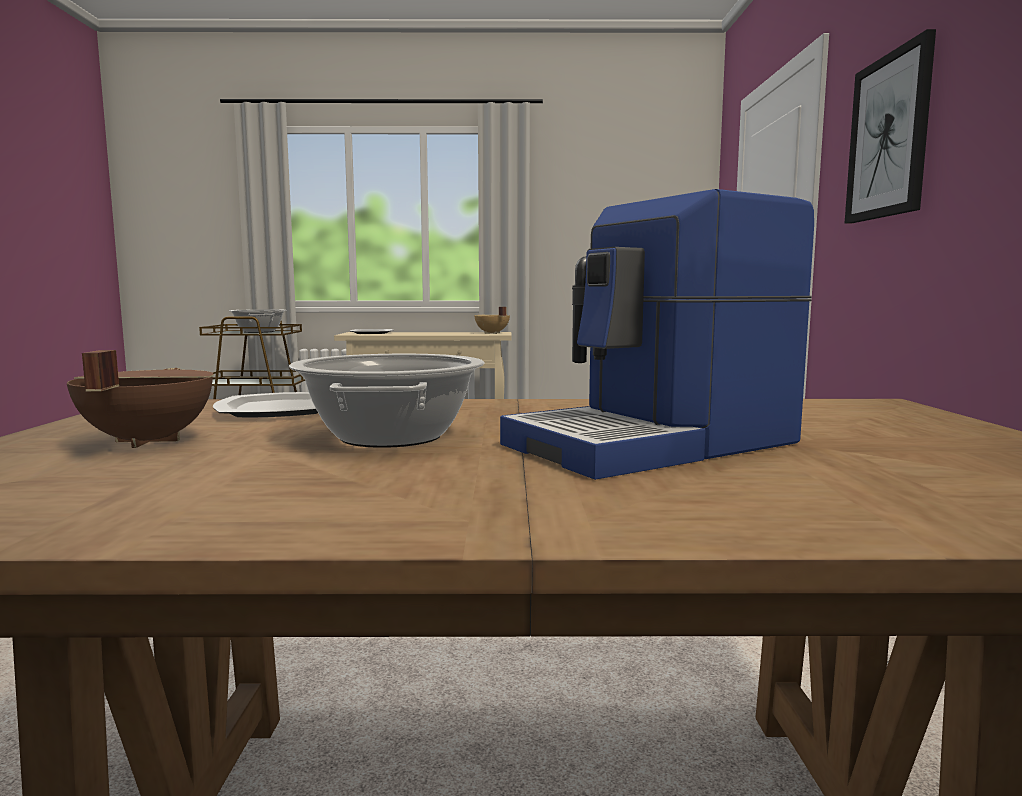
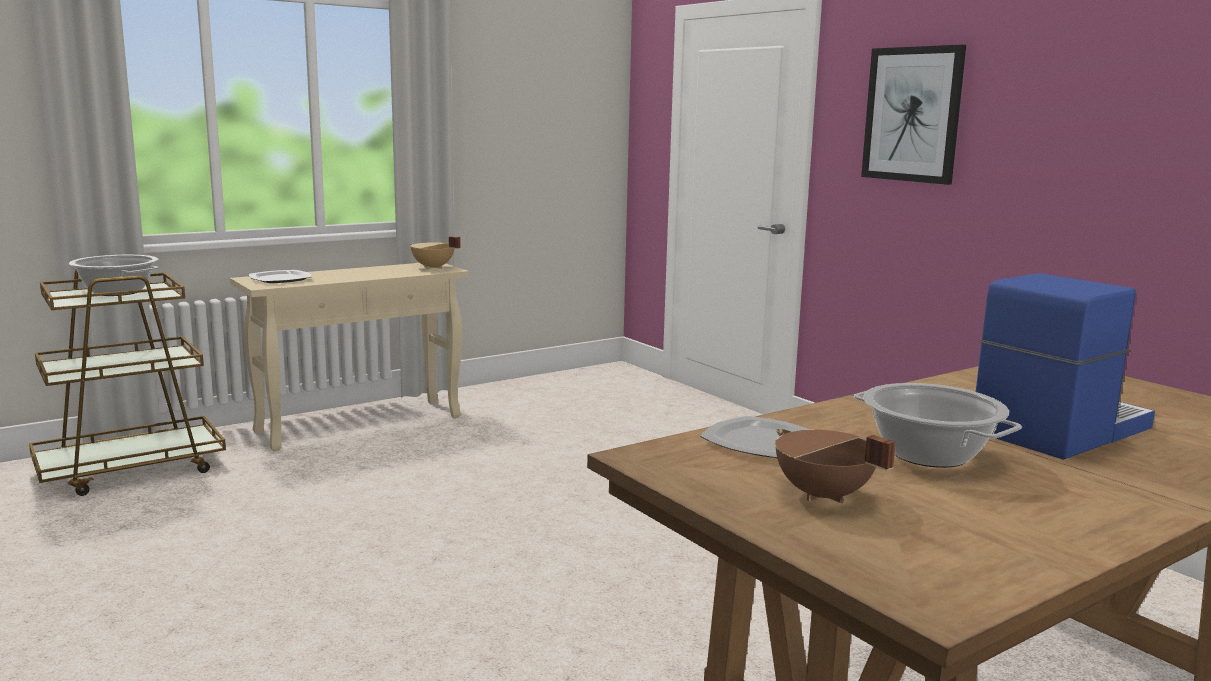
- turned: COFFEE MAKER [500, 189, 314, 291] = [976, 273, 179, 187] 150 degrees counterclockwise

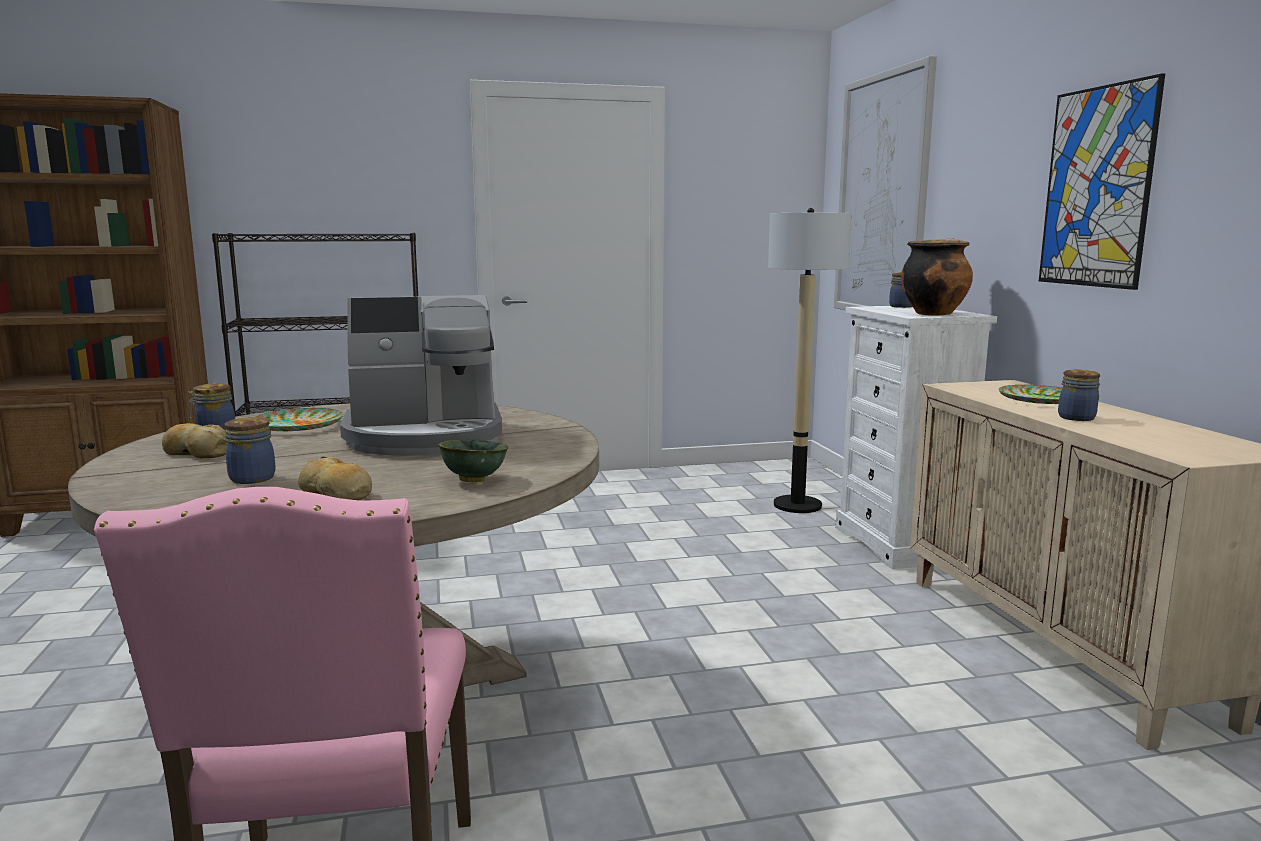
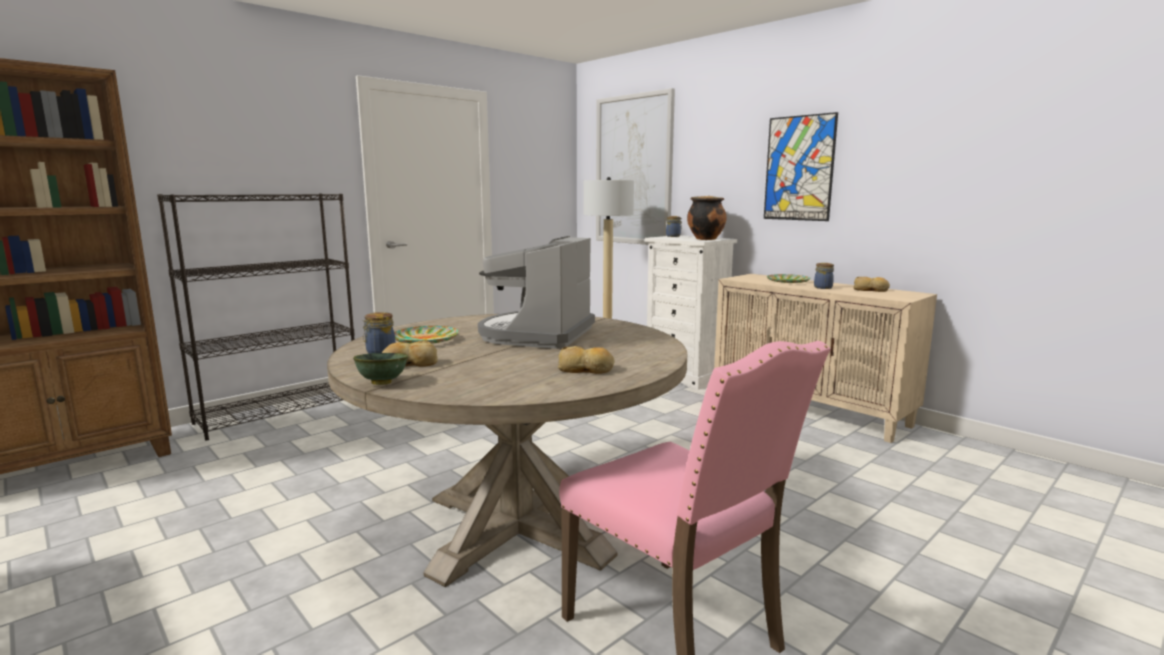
- removed: PRESERVE JAR [224, 417, 52, 67]
- turned: COFFEE MAKER [340, 295, 162, 161] = [478, 236, 117, 113] 150 degrees clockwise
- moved: GREEN-COLOURED SERVING BOWL [439, 440, 69, 42] to [353, 353, 55, 32]
- added: BREAD [853, 277, 37, 15]

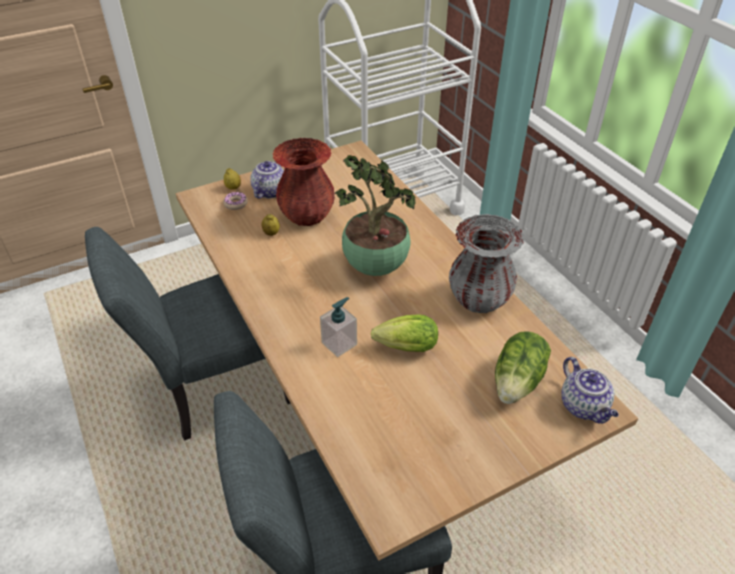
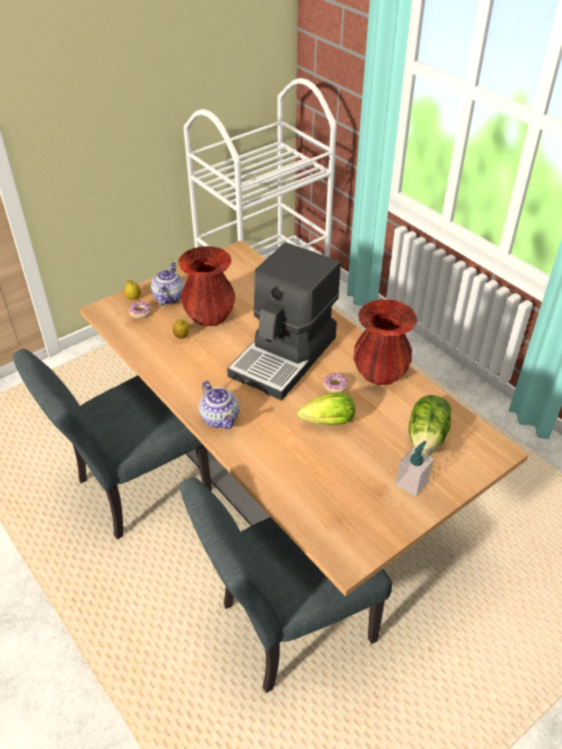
- moved: LIQUID SOAP BOTTLE [320, 297, 37, 60] to [396, 441, 38, 56]
- replaced: POTTED PLANT [335, 155, 82, 121] to COFFEE MAKER [227, 242, 114, 159]
- recoloured: GREYISH DECORATIVE VASE [449, 214, 75, 99] to RED-COLOURED DECORATIVE VASE [353, 299, 64, 86]
- moved: TEAPOT [561, 357, 57, 67] to [199, 381, 40, 48]
- added: RING DOUGHNUT [323, 373, 25, 20]

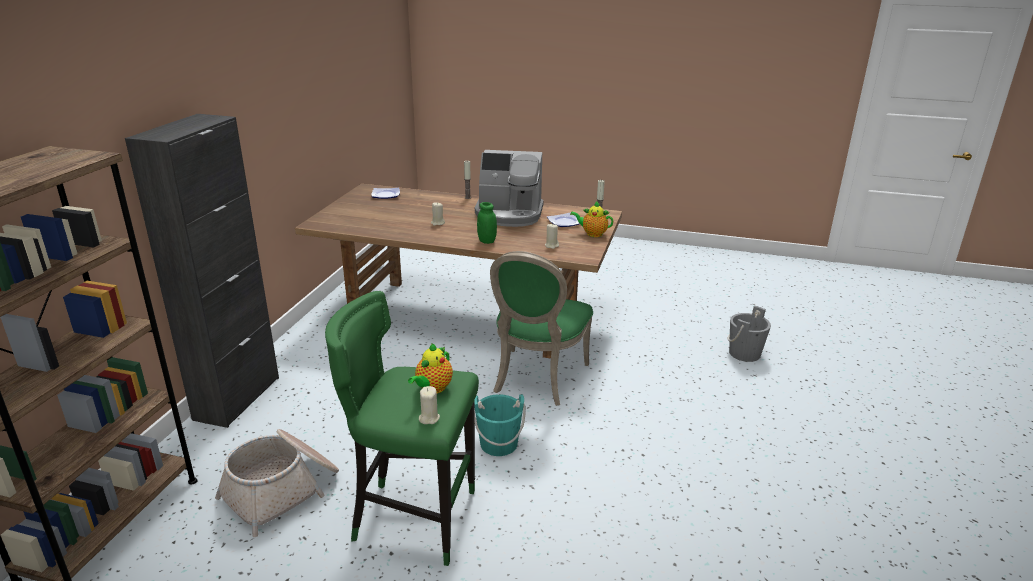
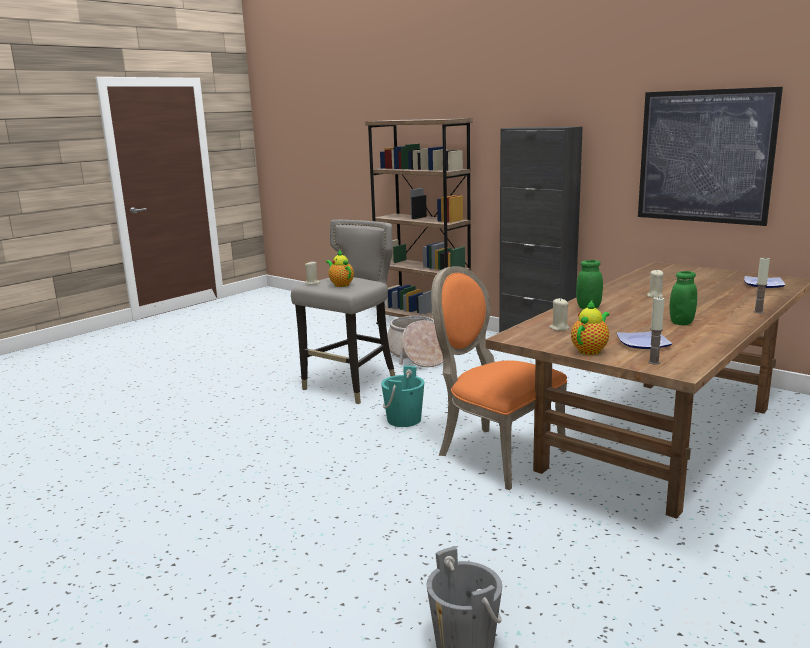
- recoloured: GREEN-COLOURED STOOL [325, 291, 154, 275] to GREYISH STOOL [291, 219, 104, 185]
- replaced: COFFEE MAKER [475, 150, 69, 77] to GREEN-COLOURED PRESERVE JAR [669, 271, 28, 54]
- recoloured: GREEN-COLOURED UPRIGHT CHAIR [490, 251, 103, 155] to ORANGE UPRIGHT CHAIR [431, 266, 136, 224]
- added: WALL PICTURE [638, 87, 145, 139]

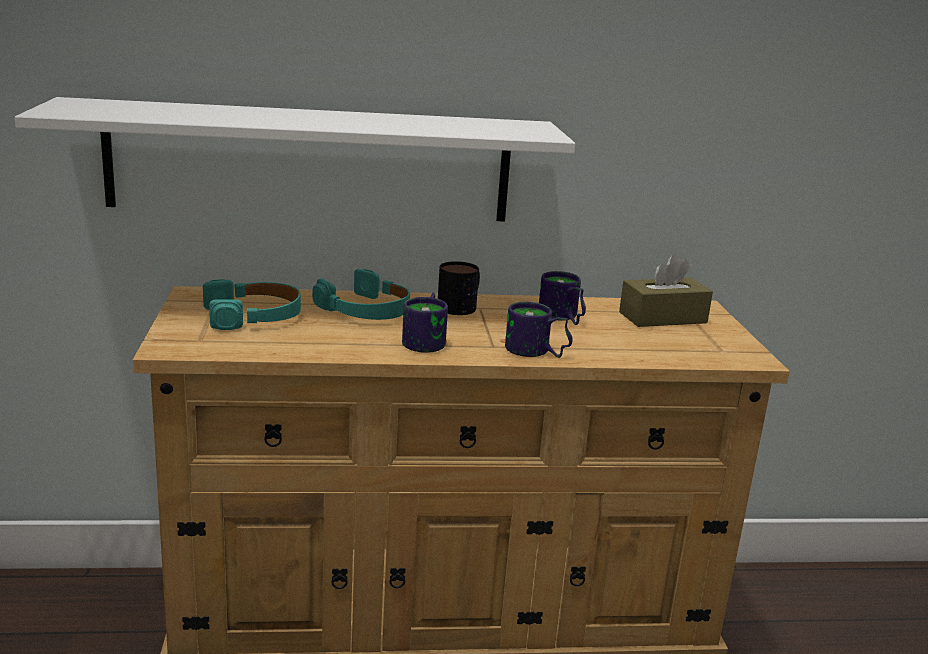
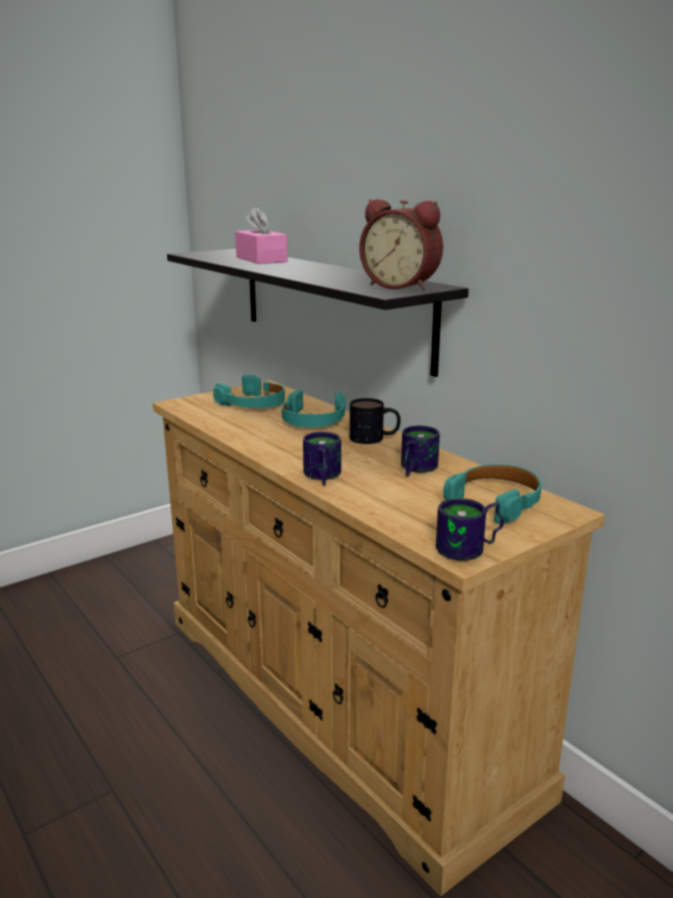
- recoloured: WHITE-COLOURED SHELF [15, 97, 560, 125] to BLACK SHELF [167, 249, 302, 128]
- moved: COFFEE MUG [402, 293, 46, 60] to [436, 498, 68, 63]
- replaced: BROWN-COLOURED BOX OF TISSUES [619, 254, 94, 73] to TURQUOISE-COLOURED HEADPHONES [443, 464, 99, 60]
- added: PINKISH BOX OF TISSUES [235, 206, 53, 58]
- added: BEDSIDE CLOCK [359, 199, 84, 91]

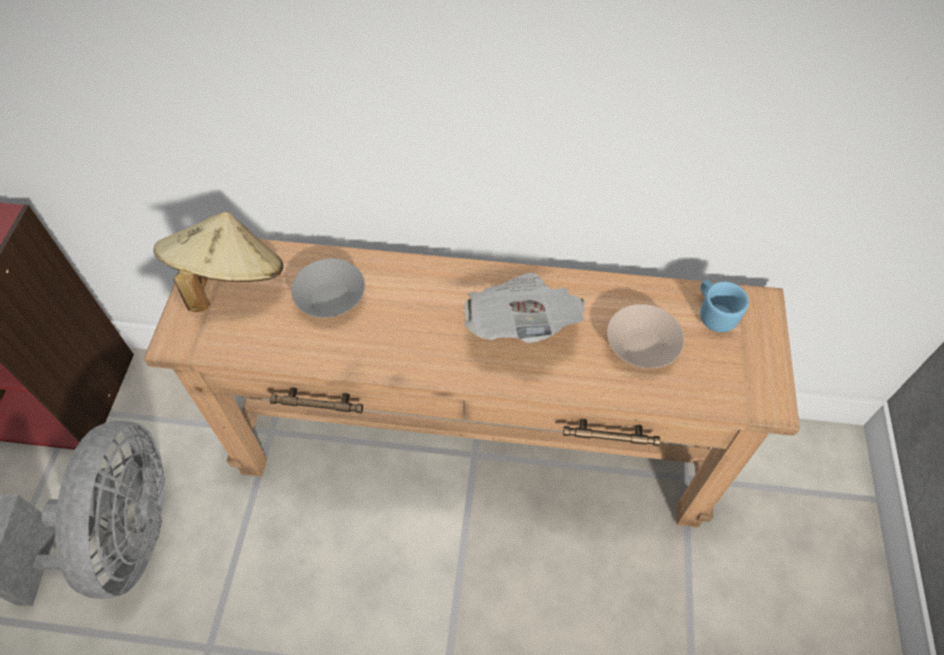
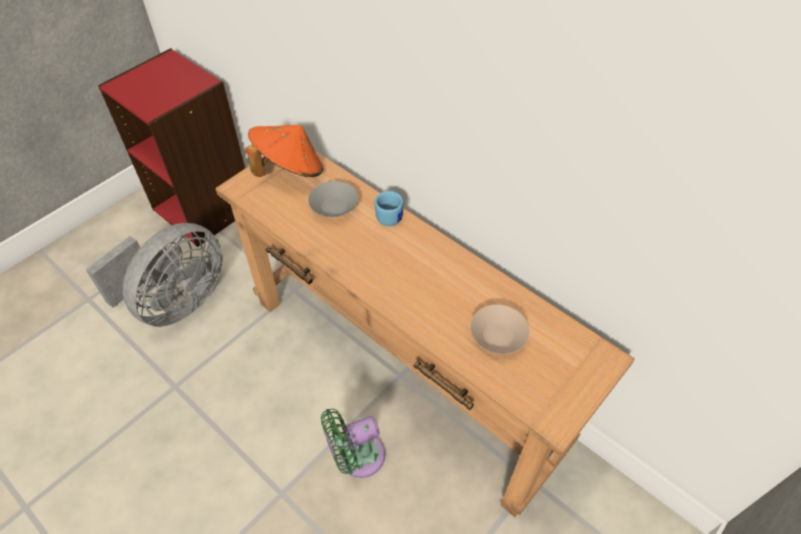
- recoloured: BEIGE WEARABLE HAT [154, 211, 129, 101] to ORANGE WEARABLE HAT [246, 125, 77, 52]
- removed: DAILY PAPER [464, 273, 121, 70]
- moved: BLUE COFFEE MUG [700, 279, 49, 53] to [375, 190, 28, 36]
- added: GREEN-COLOURED FAN [321, 409, 64, 69]

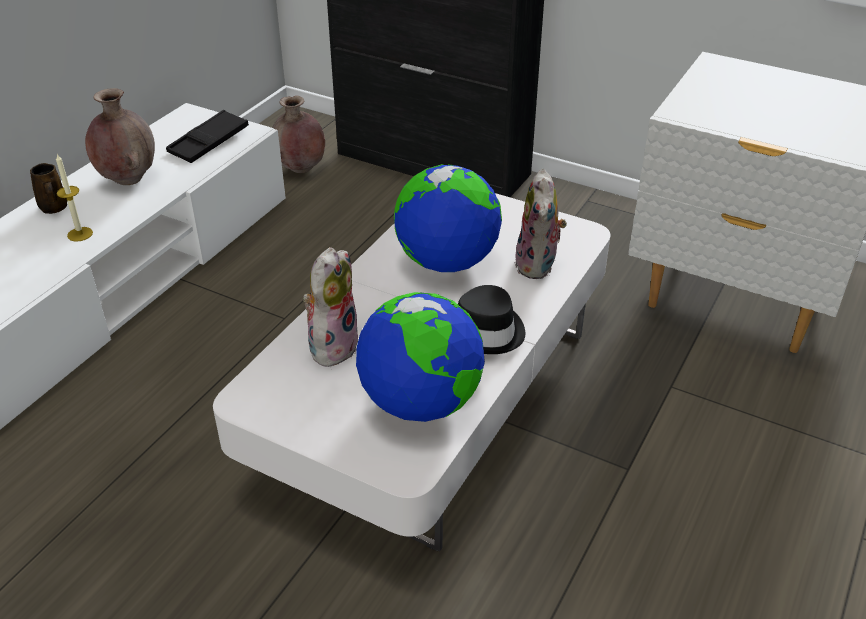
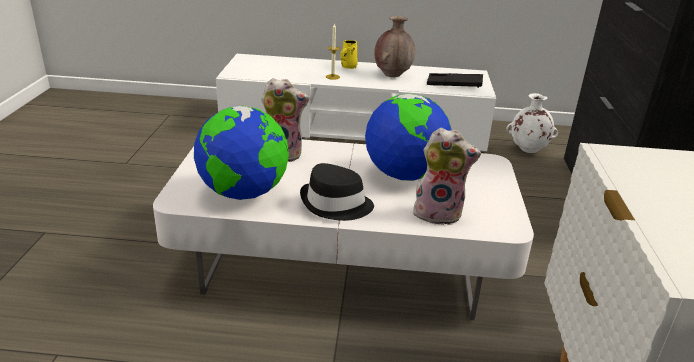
- recoloured: BROWN-COLOURED COFFEE MUG [30, 163, 37, 51] to YELLOWISH COFFEE MUG [340, 40, 18, 29]
- recoloured: BROWN-COLOURED DECORATIVE VASE [272, 96, 53, 77] to WHITE-COLOURED DECORATIVE VASE [507, 93, 52, 60]
- turned: SOFT TOY [514, 169, 53, 110] = [413, 128, 68, 97] 150 degrees counterclockwise

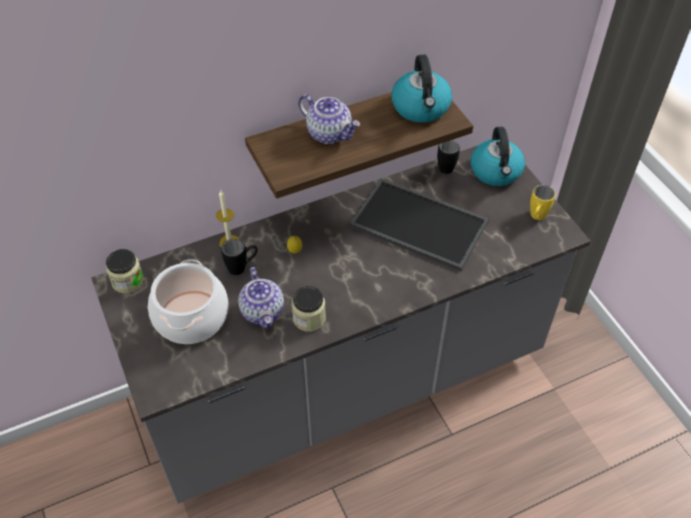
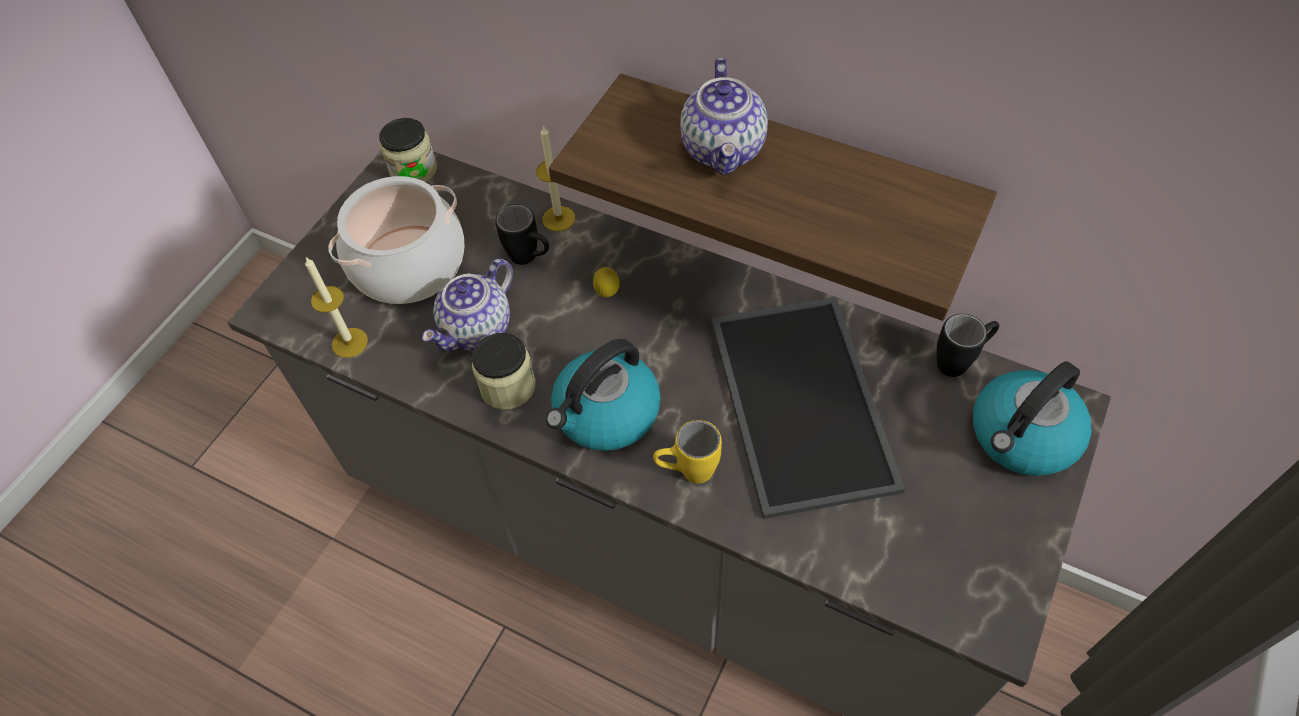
- moved: KETTLE [391, 55, 61, 67] to [546, 339, 115, 112]
- moved: YELLOWISH COFFEE MUG [530, 185, 25, 35] to [653, 420, 69, 64]
- added: WAX CANDLE [305, 257, 63, 101]

